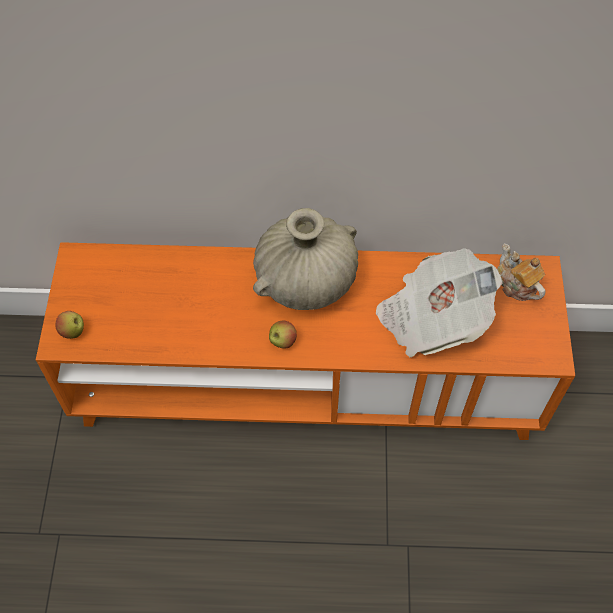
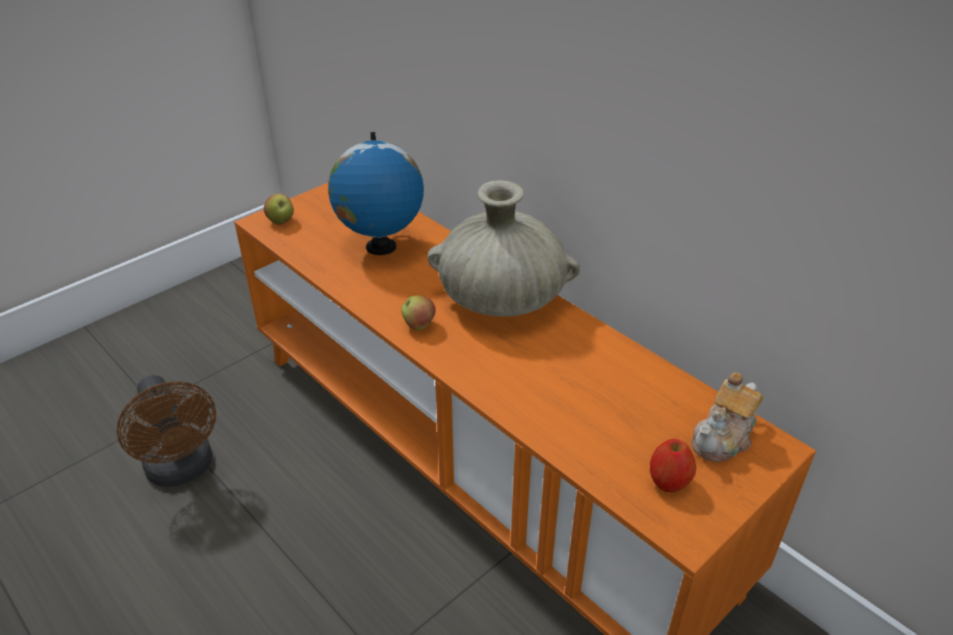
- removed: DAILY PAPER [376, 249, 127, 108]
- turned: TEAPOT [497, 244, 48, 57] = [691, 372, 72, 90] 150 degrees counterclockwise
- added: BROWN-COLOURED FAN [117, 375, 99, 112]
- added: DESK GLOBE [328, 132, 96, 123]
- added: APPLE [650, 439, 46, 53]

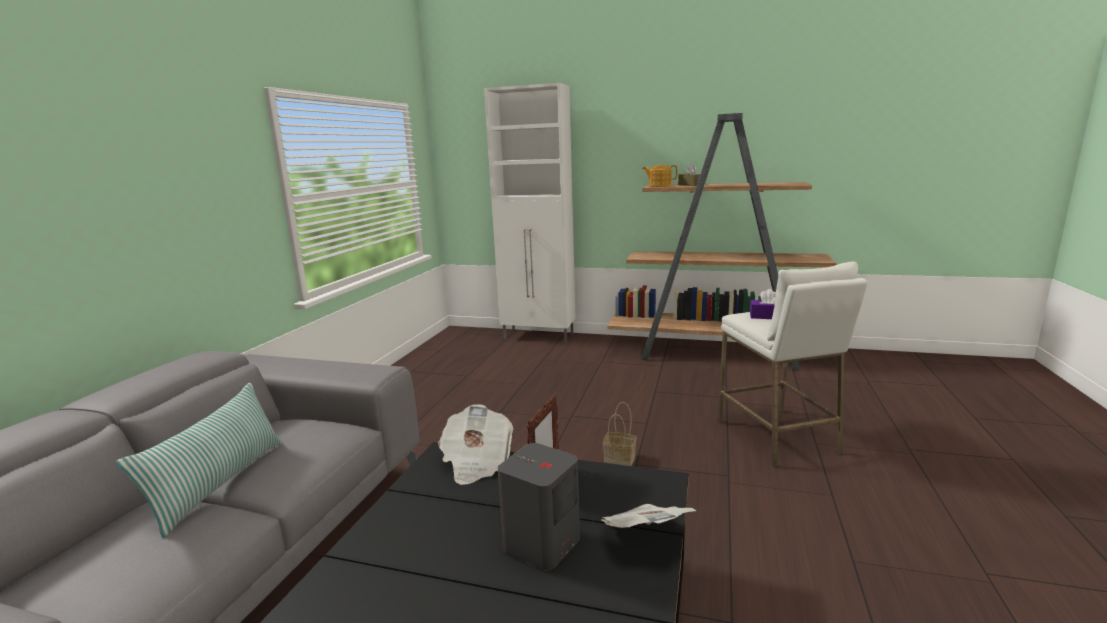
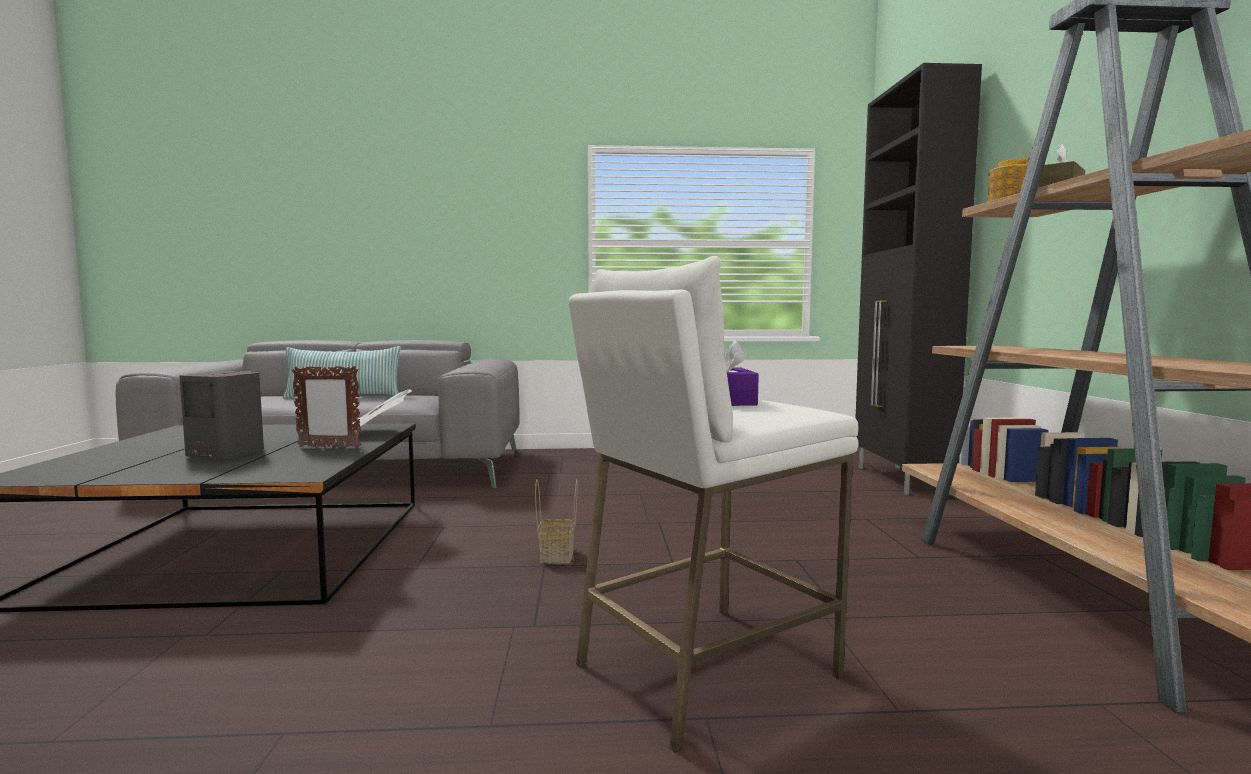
- recoloured: WHITE-COLOURED CUPBOARD [484, 83, 92, 260] to BLACK CUPBOARD [855, 63, 127, 431]
- removed: DAILY PAPER [601, 504, 96, 24]

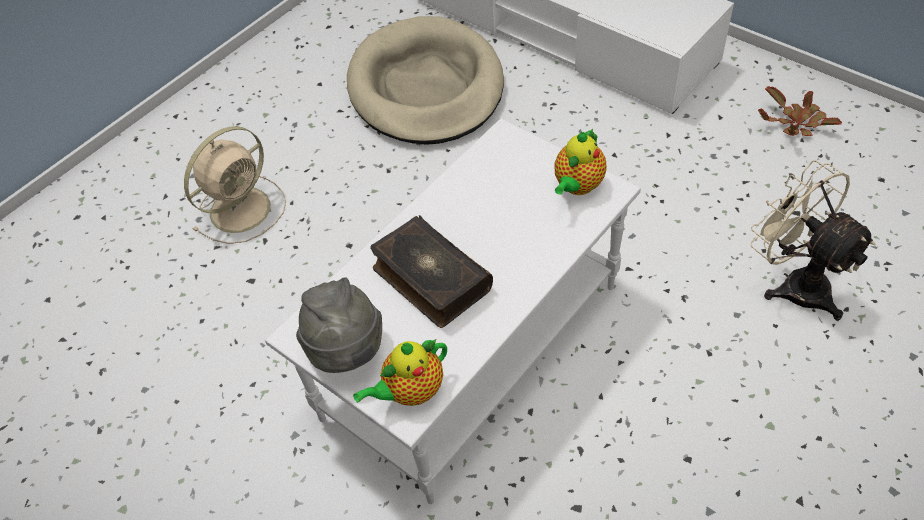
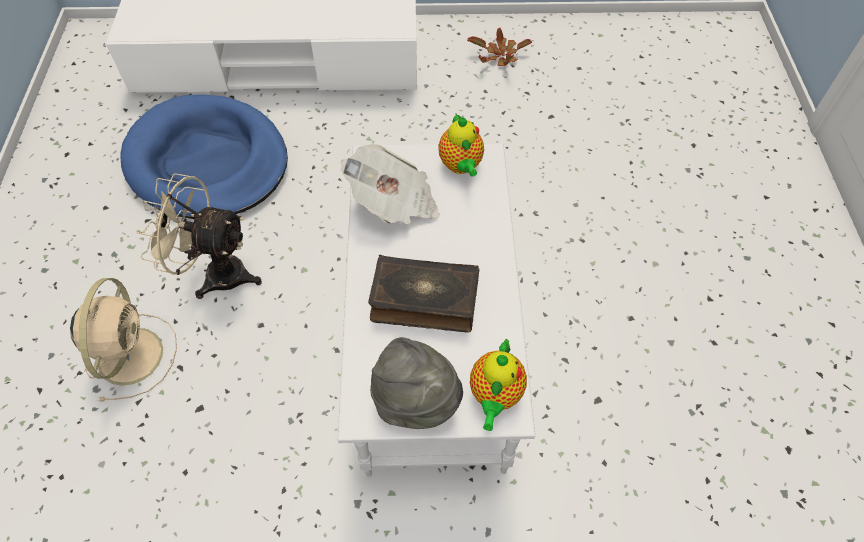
- recoloured: BEIGE PET BED [347, 16, 157, 129] to BLUE PET BED [120, 94, 168, 125]
- moved: BEIGE FAN [751, 160, 125, 160] to [136, 173, 126, 126]
- added: DAILY PAPER [340, 144, 100, 80]

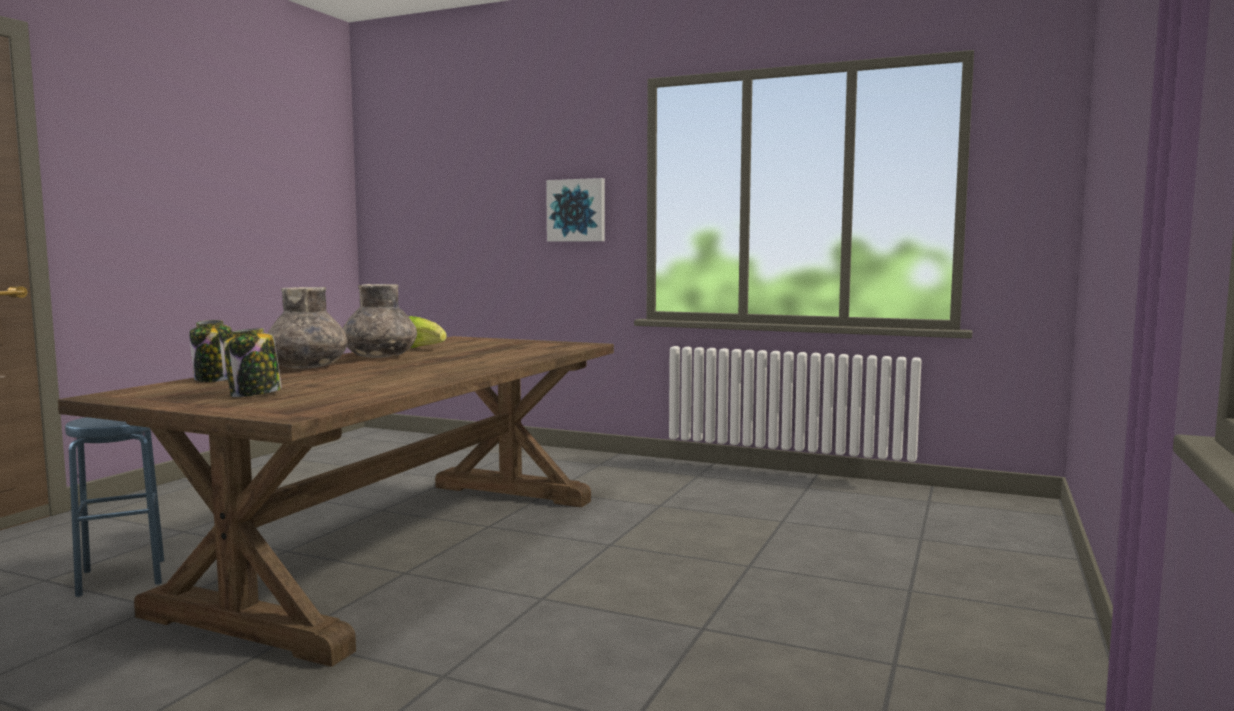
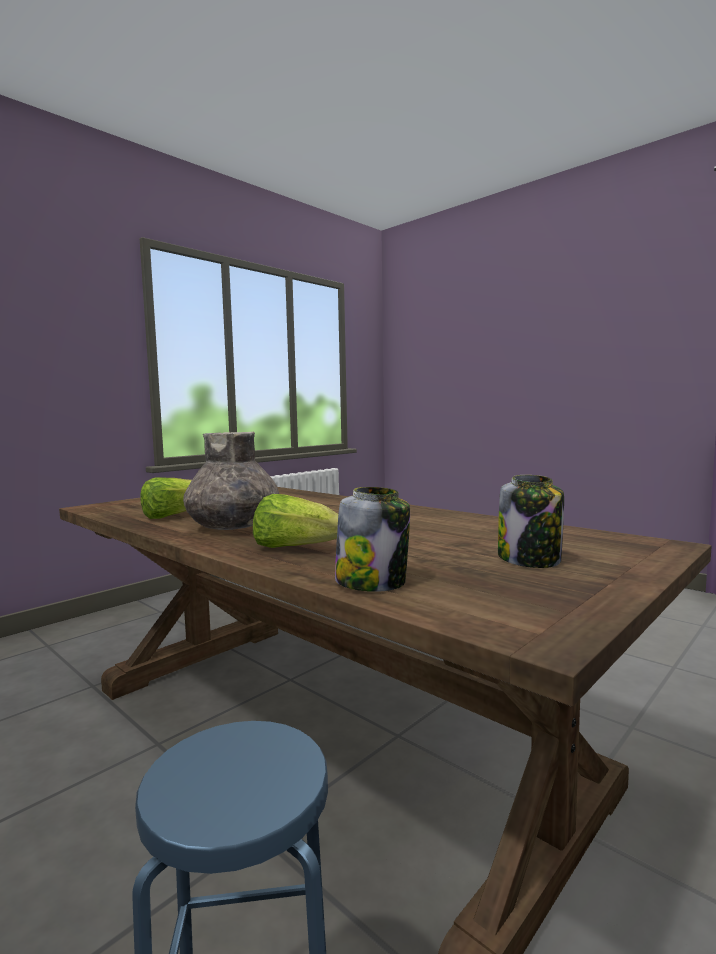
- replaced: GREYISH DECORATIVE VASE [267, 287, 81, 82] to HEAD OF LETTUCE [253, 494, 85, 54]
- removed: WALL PICTURE [546, 178, 59, 64]

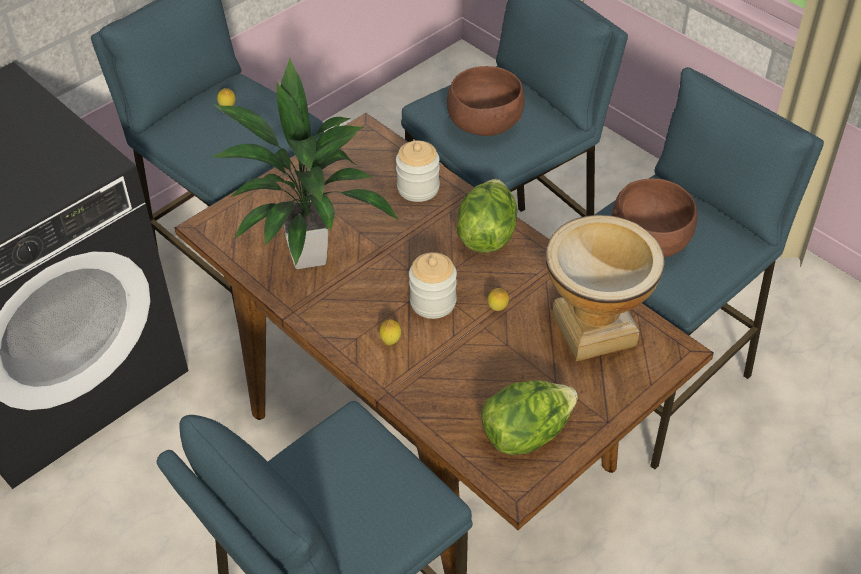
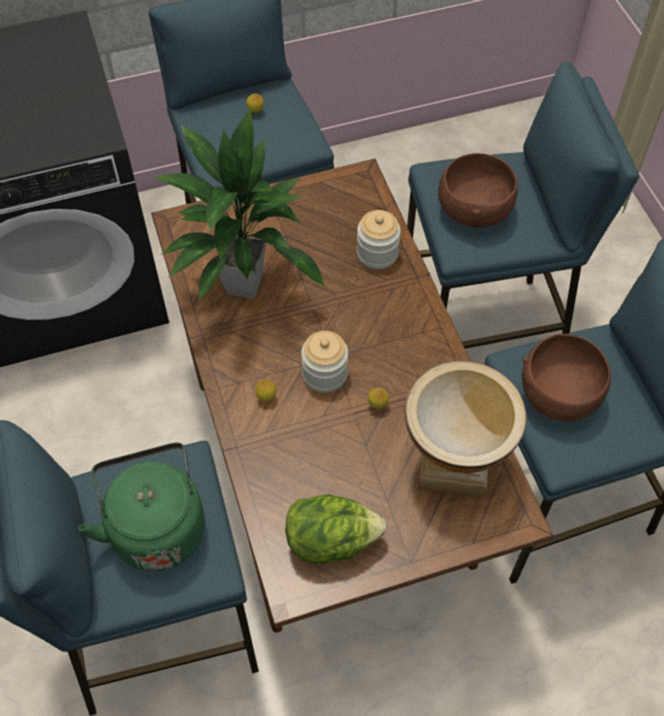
- removed: HEAD OF LETTUCE [457, 179, 60, 74]
- added: GREEN-COLOURED KETTLE [79, 443, 126, 128]

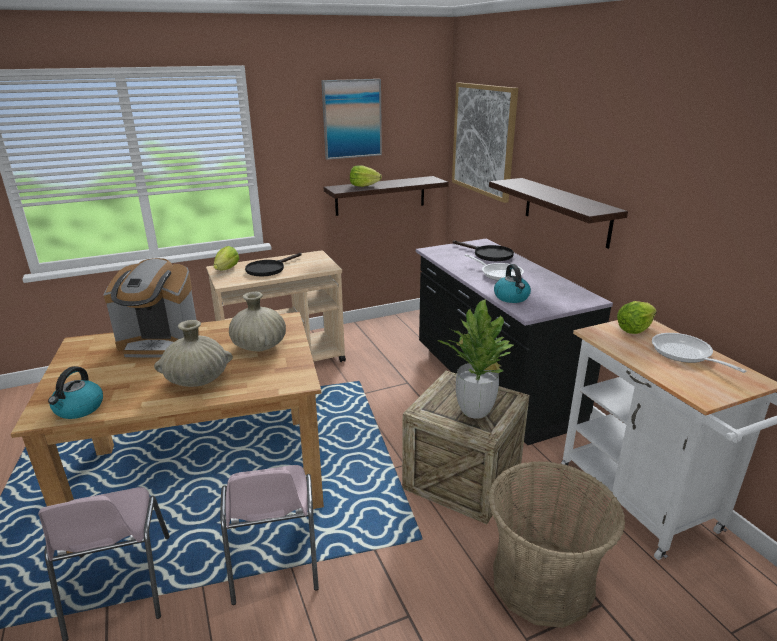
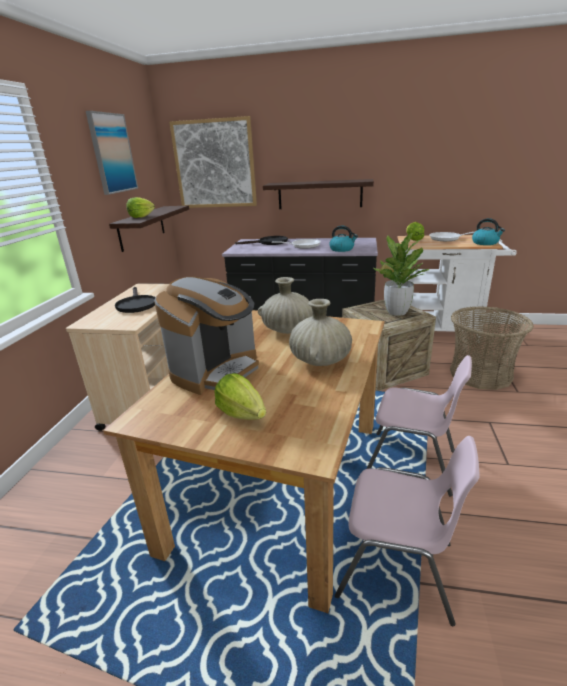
- moved: KETTLE [48, 366, 55, 53] to [472, 218, 33, 27]
- moved: HEAD OF LETTUCE [214, 246, 25, 24] to [214, 373, 52, 47]

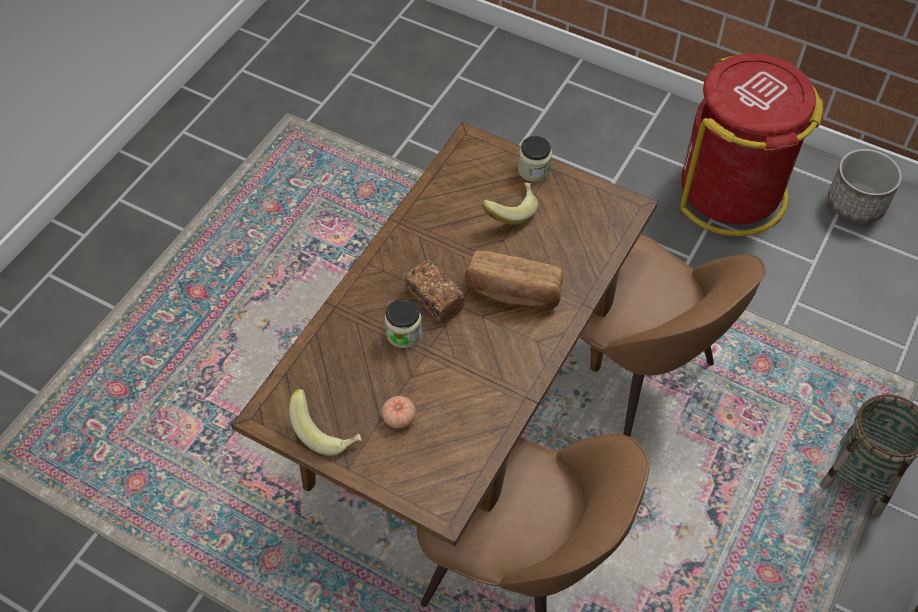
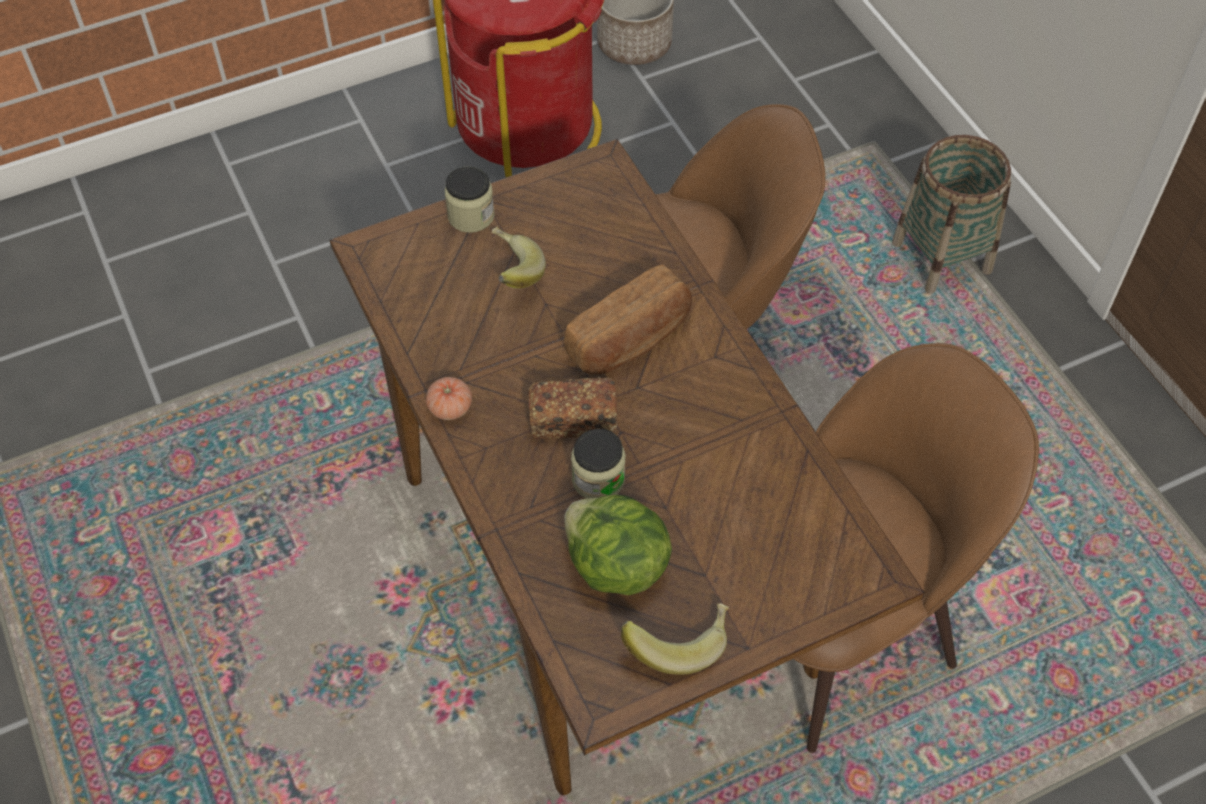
- moved: FRESH TOMATO [382, 396, 34, 33] to [426, 377, 46, 43]
- added: HEAD OF LETTUCE [564, 495, 108, 100]

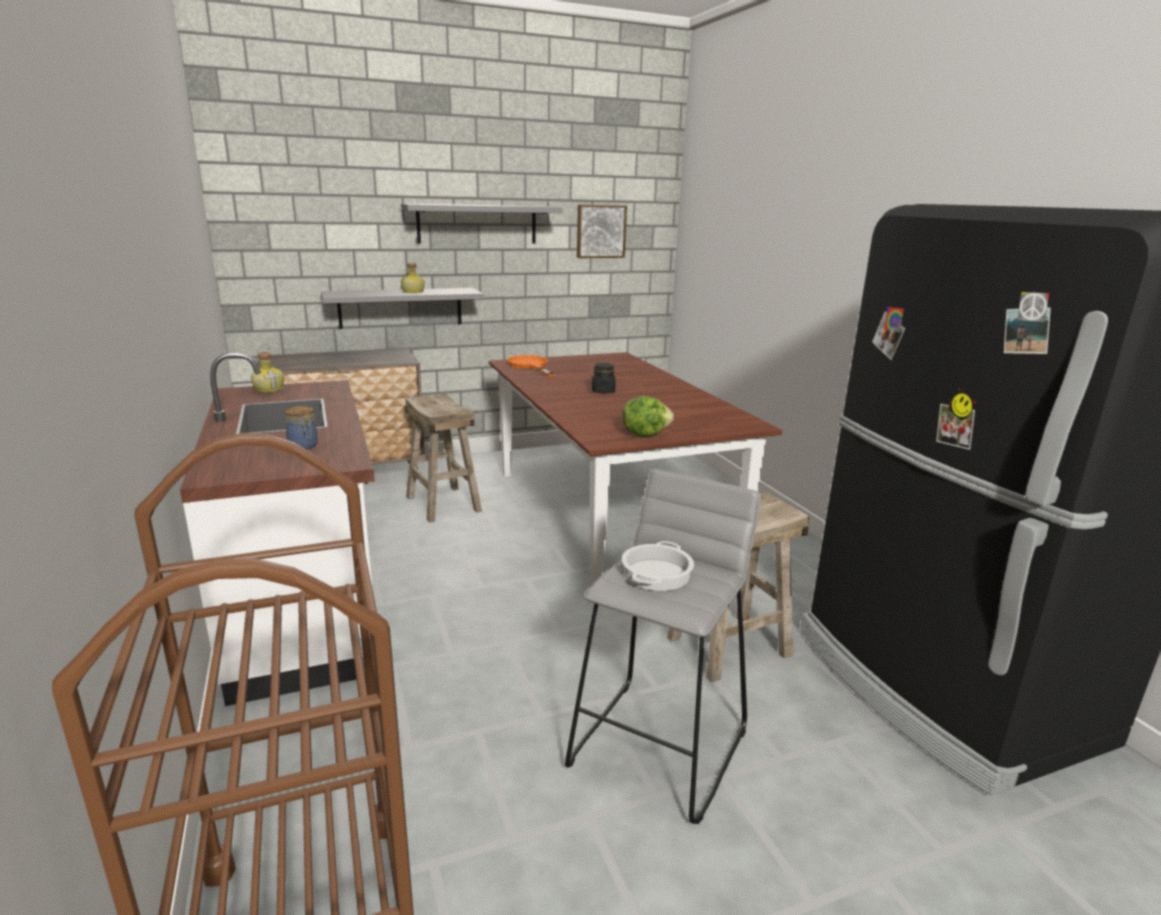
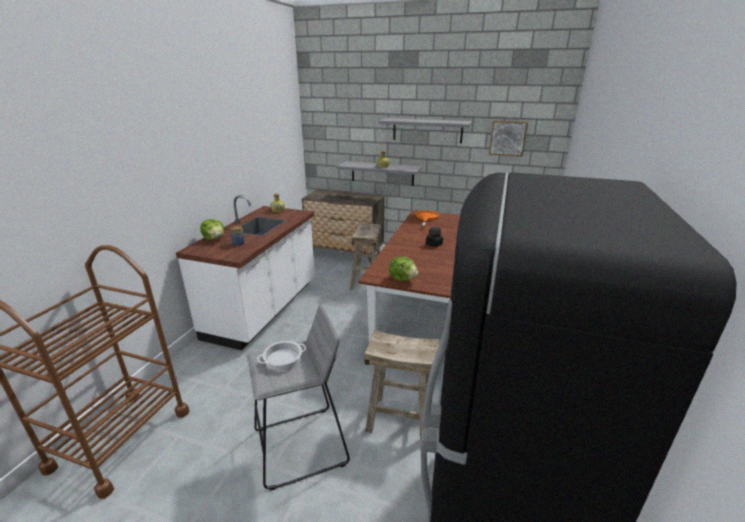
- added: HEAD OF LETTUCE [200, 219, 24, 22]

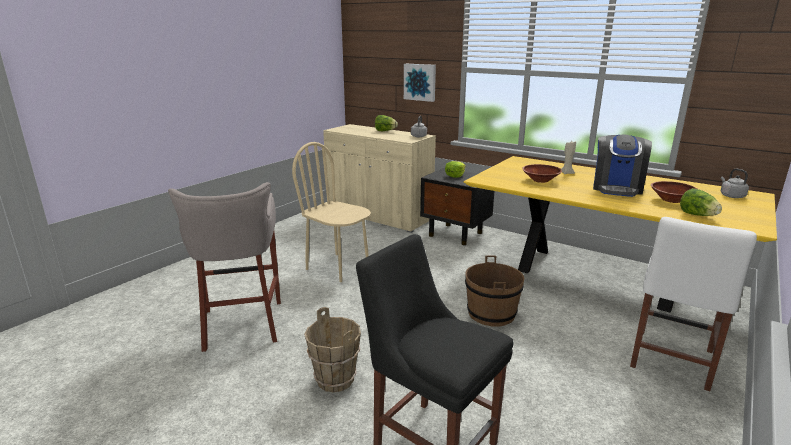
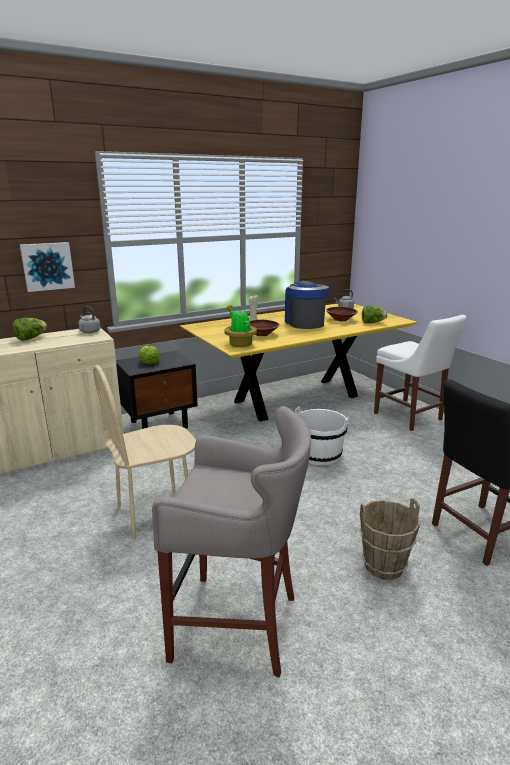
- recoloured: BROWN-COLOURED WATER BUCKET [465, 255, 59, 72] to WHITE-COLOURED WATER BUCKET [295, 406, 54, 59]
- turned: COFFEE MAKER [593, 135, 59, 62] = [285, 280, 44, 49] 150 degrees counterclockwise
- added: POTTED PLANT [224, 305, 33, 42]

